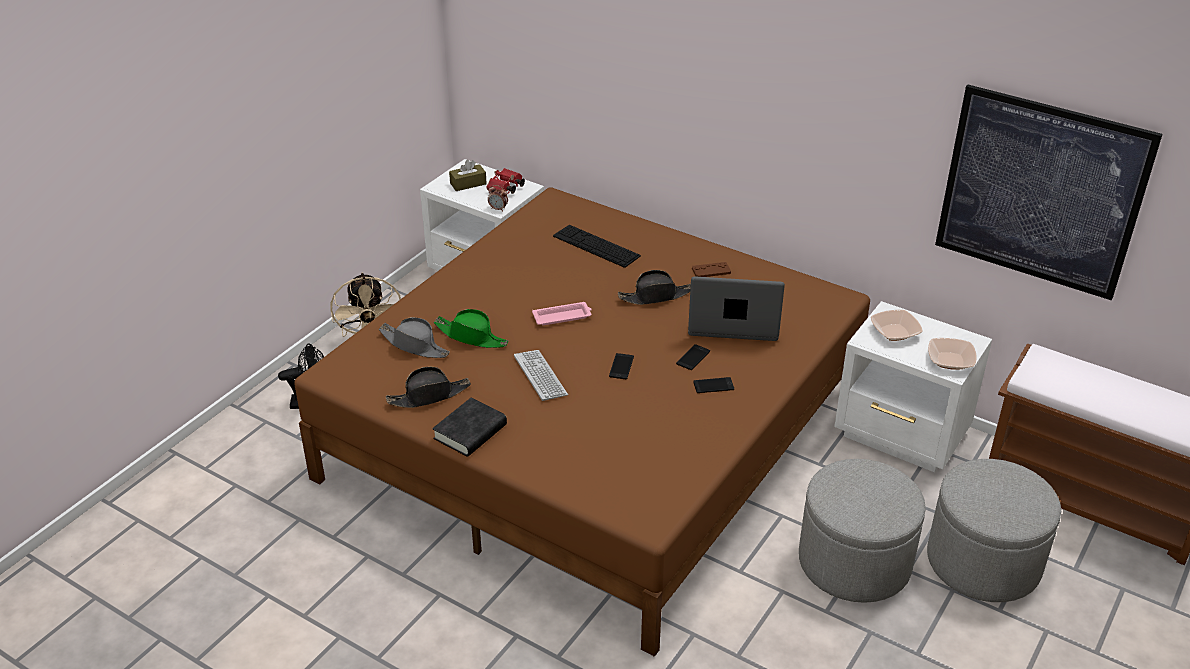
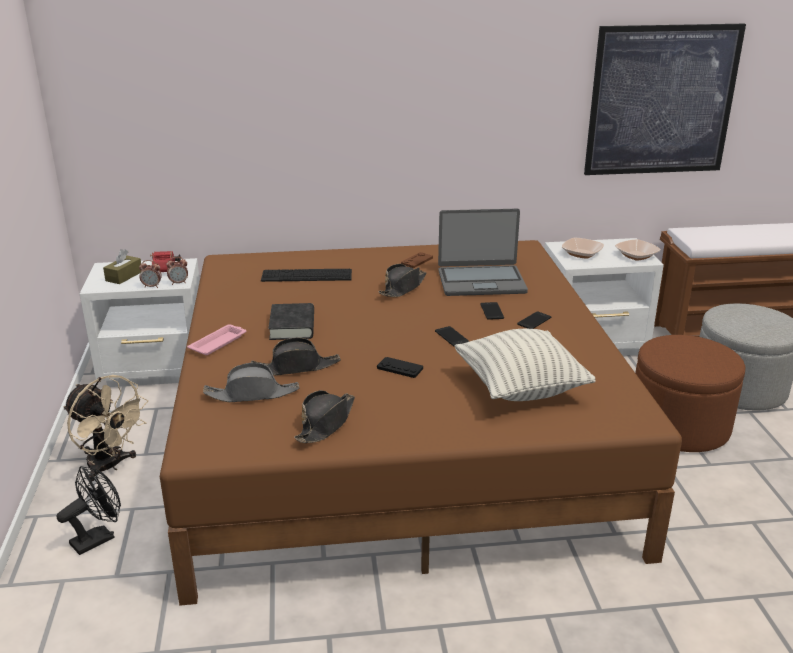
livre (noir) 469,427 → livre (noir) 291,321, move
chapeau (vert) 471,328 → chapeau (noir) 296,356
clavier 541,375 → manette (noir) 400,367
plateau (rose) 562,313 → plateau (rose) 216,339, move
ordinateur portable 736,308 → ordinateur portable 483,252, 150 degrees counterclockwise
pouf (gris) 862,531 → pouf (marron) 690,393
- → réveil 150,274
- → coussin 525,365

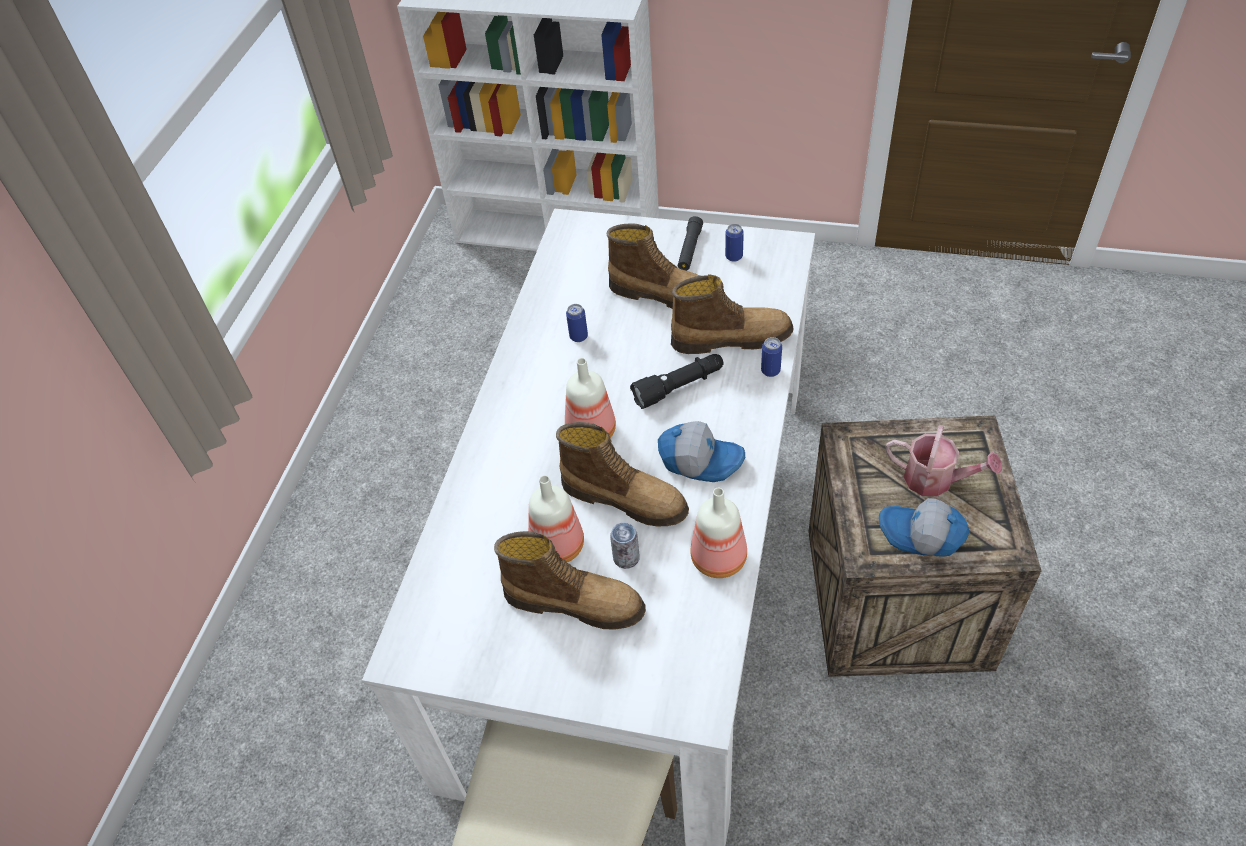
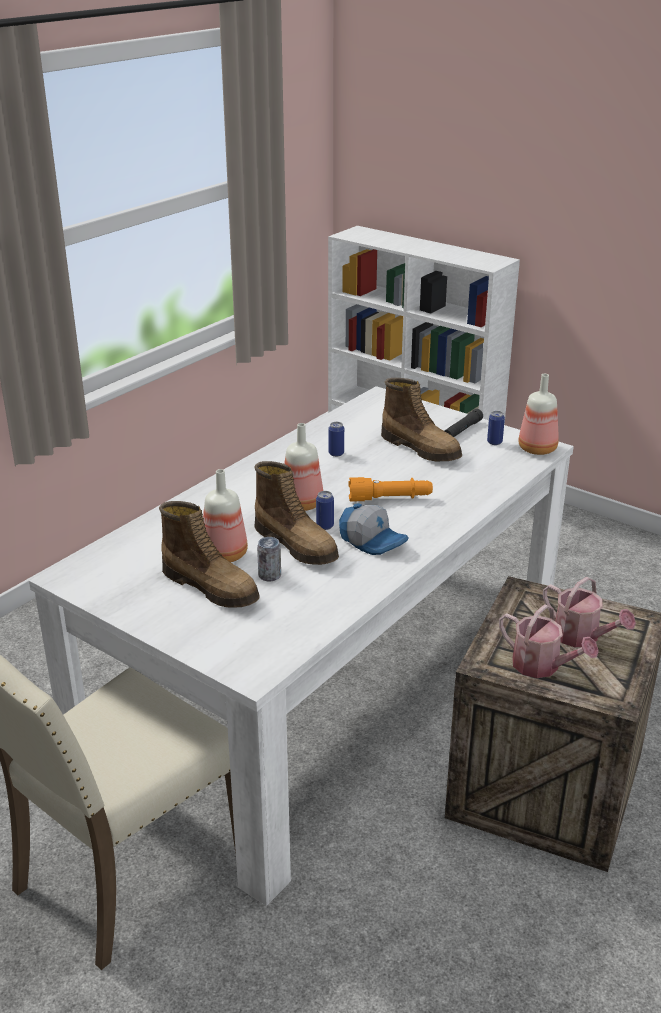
lampe de poche (noir) 677,381 → lampe de poche (orange) 391,489
botte 732,314 → -
bouteille 718,533 → bouteille 538,414, move
boîte métallique 771,357 → boîte métallique 325,510, move
casquette 924,527 → arrosoir 549,641

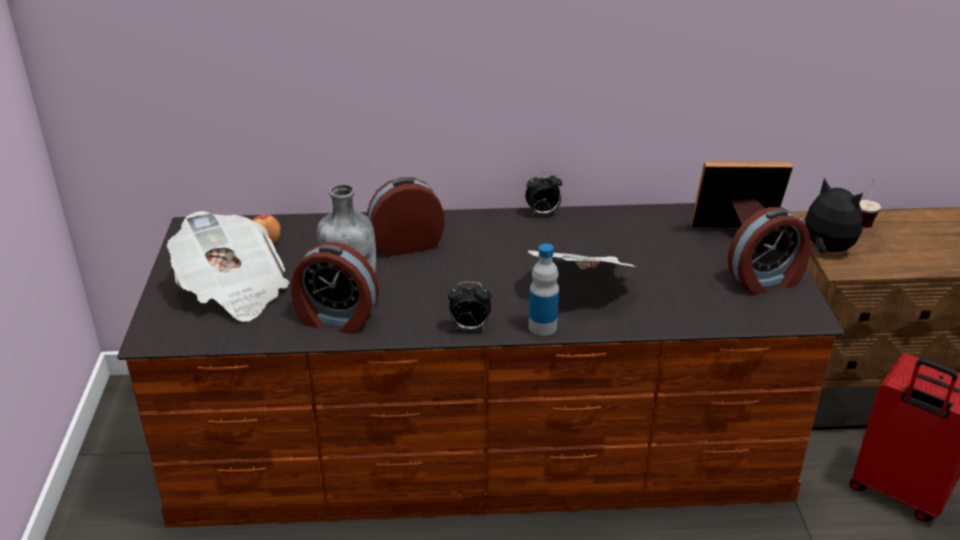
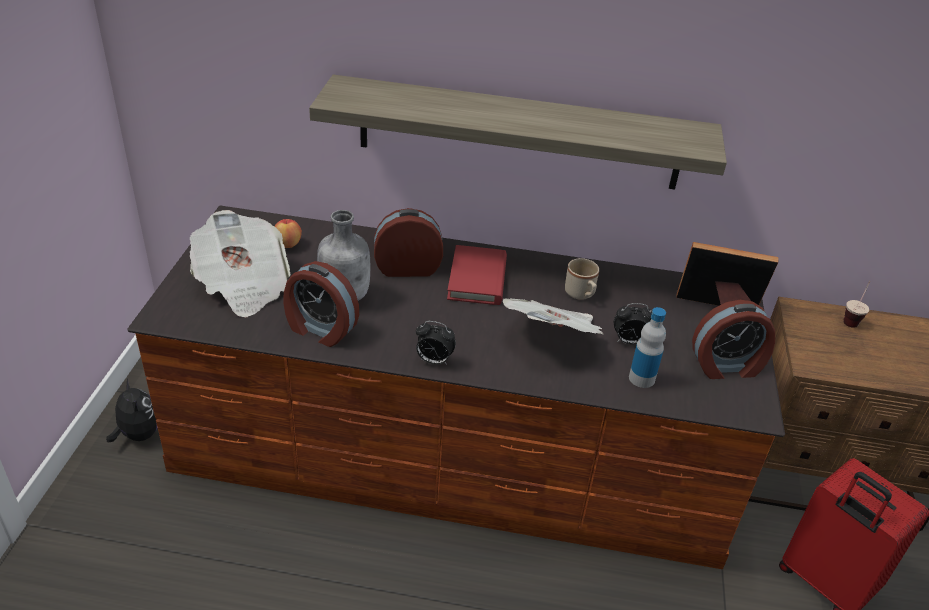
réveil 543,193 → réveil 633,323, move
bouteille 544,290 → bouteille 647,347, move
peluche 831,215 → peluche 131,410, move
- → étagère 518,132
- → livre (rouge) 477,275
- → mug (beige) 582,279

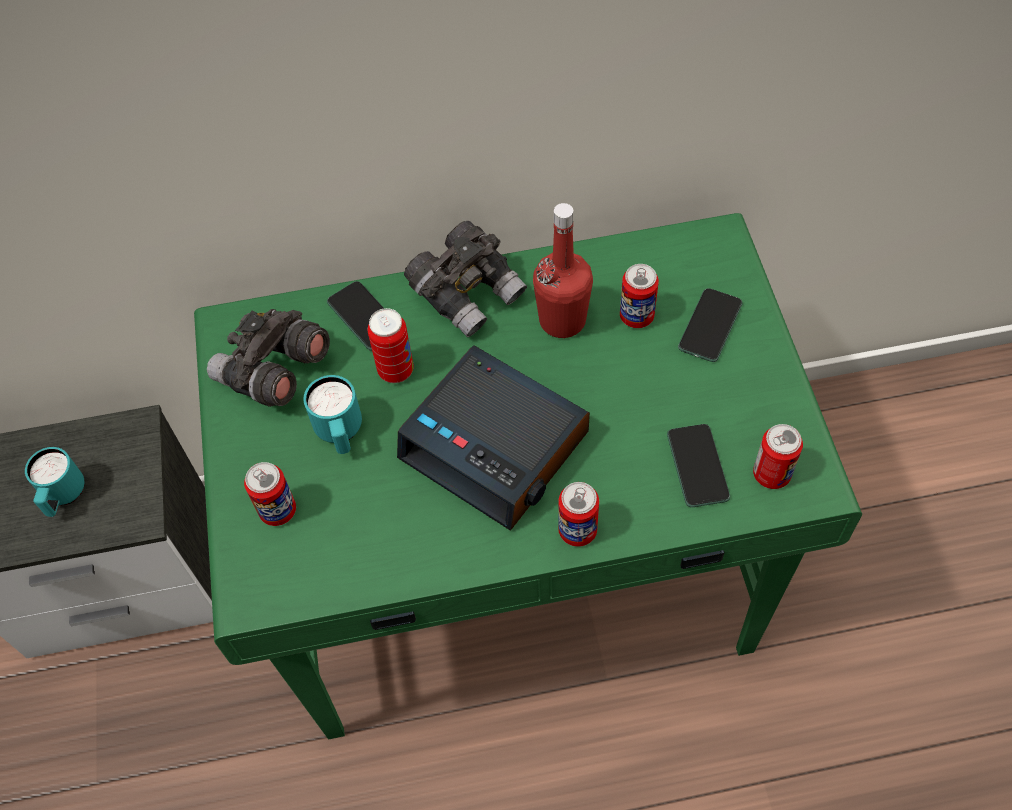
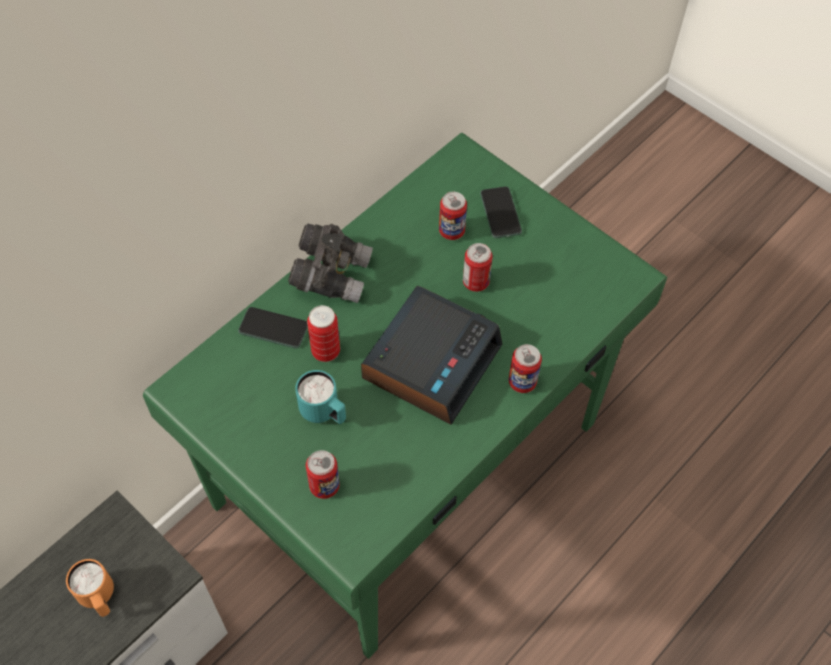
mug (turquoise) 54,482 → mug (orange) 90,588
jumelles (gris) 268,358 → -
réveil 493,438 → réveil 431,355, 60 degrees counterclockwise
bouteille (rouge) 563,270 → -
téléphone 698,465 → -
boîte métallique 778,456 → boîte métallique 478,267, move

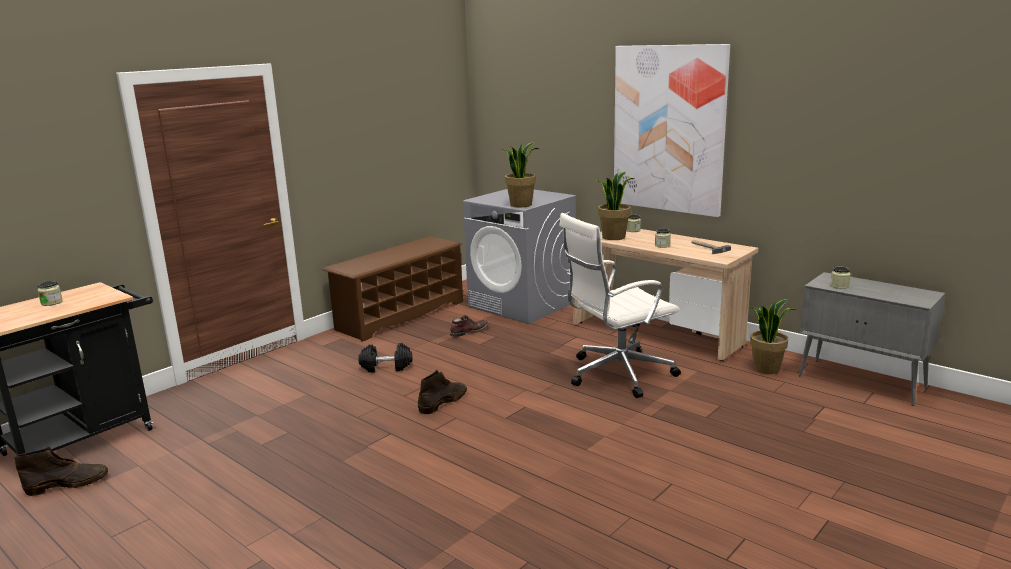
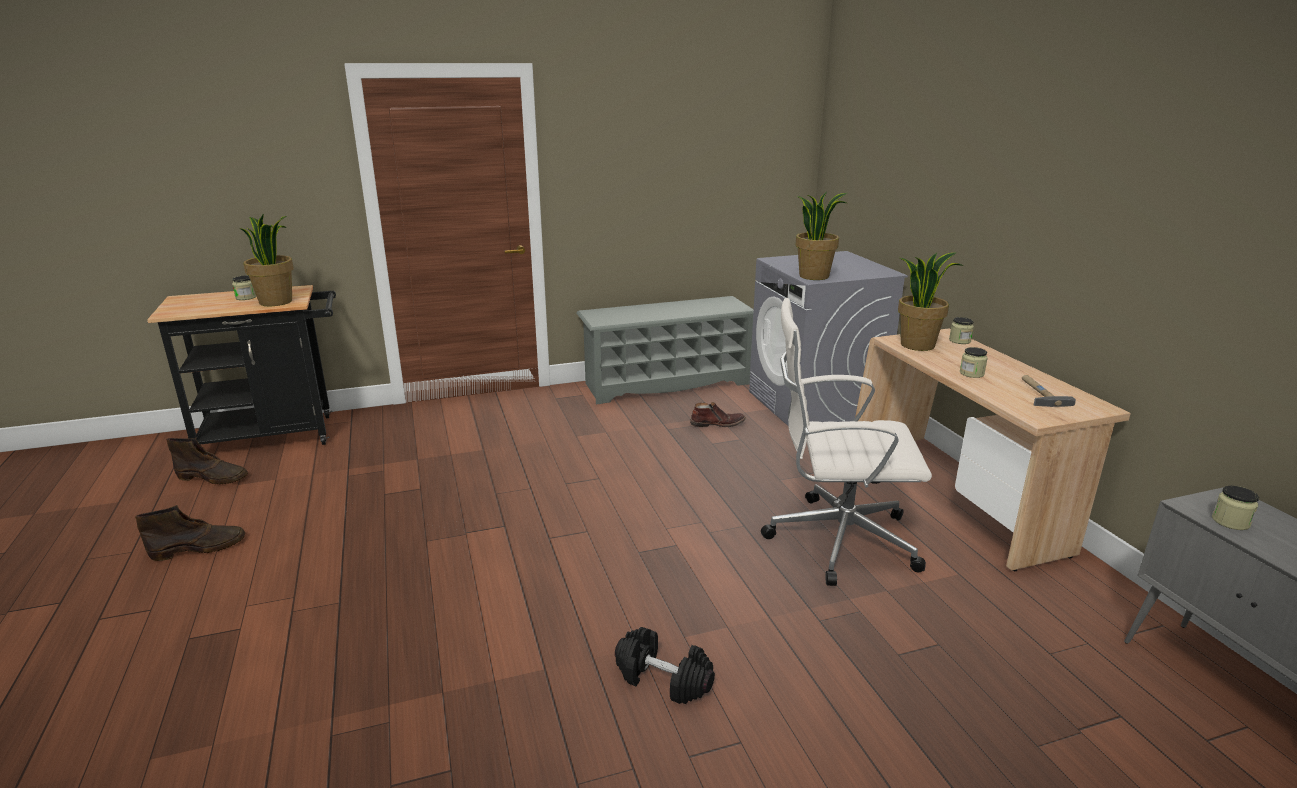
étagère à chaussures (marron) 392,289 → étagère à chaussures (gris) 665,350
haltère (noir) 385,358 → haltère (noir) 665,665, move
botte (marron) 442,391 → botte (marron) 190,533, move
tableau 672,130 → -
plante en pot 772,336 → plante en pot 266,260, move

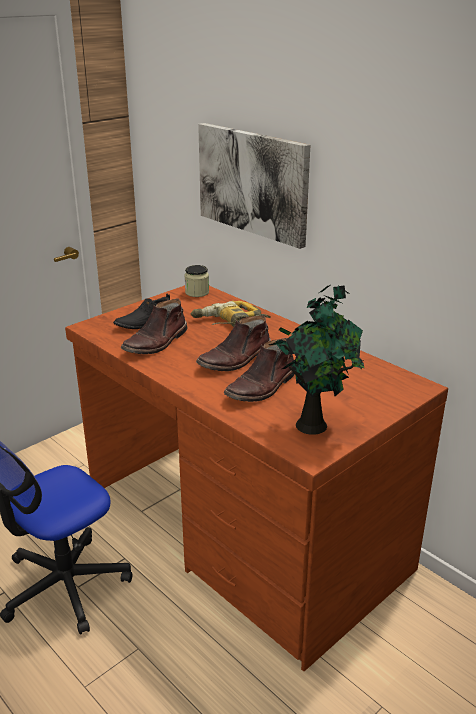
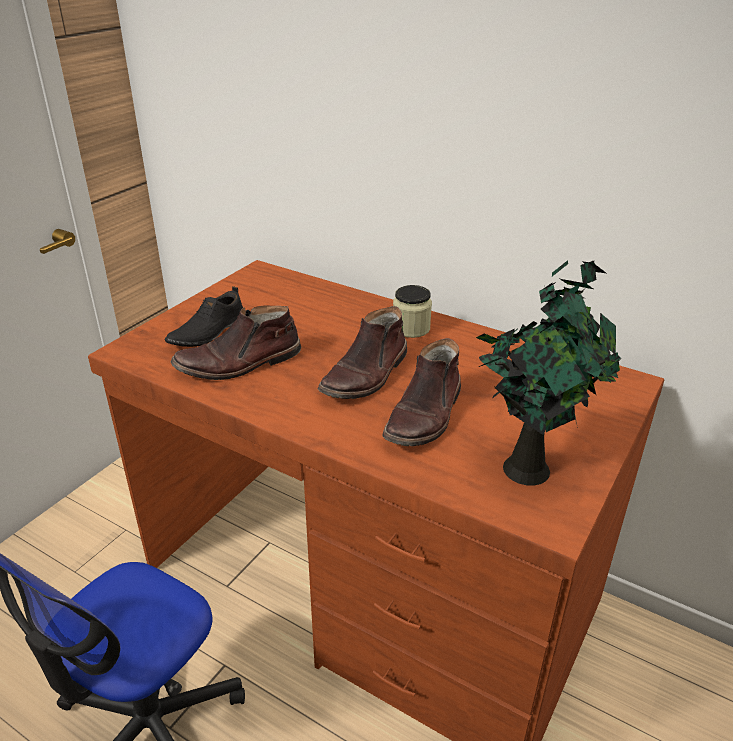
botte (marron) 154,326 → botte (marron) 236,343, 45 degrees clockwise
bocal 196,281 → bocal 412,311, move
perceuse 231,314 → -
tableau 254,186 → -

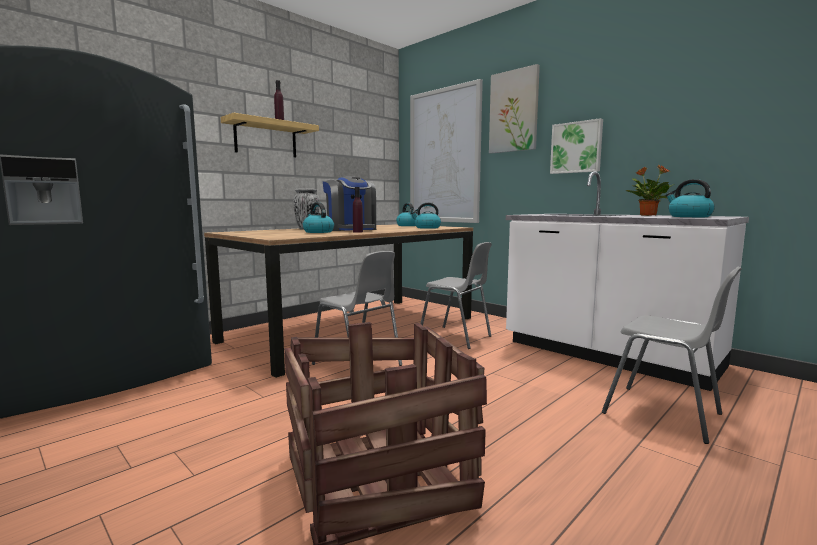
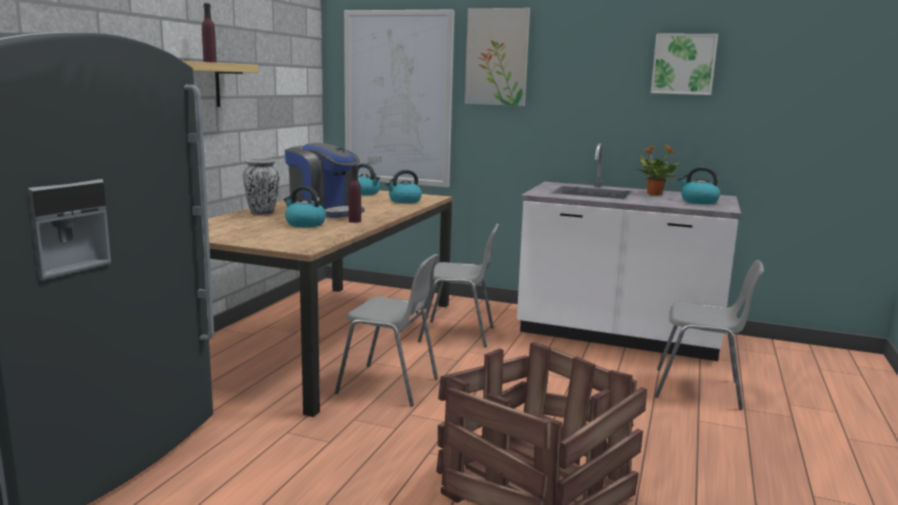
tableau 576,146 → tableau 684,64, move

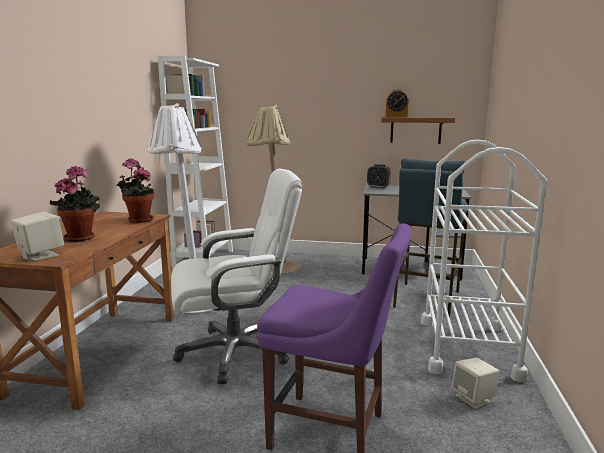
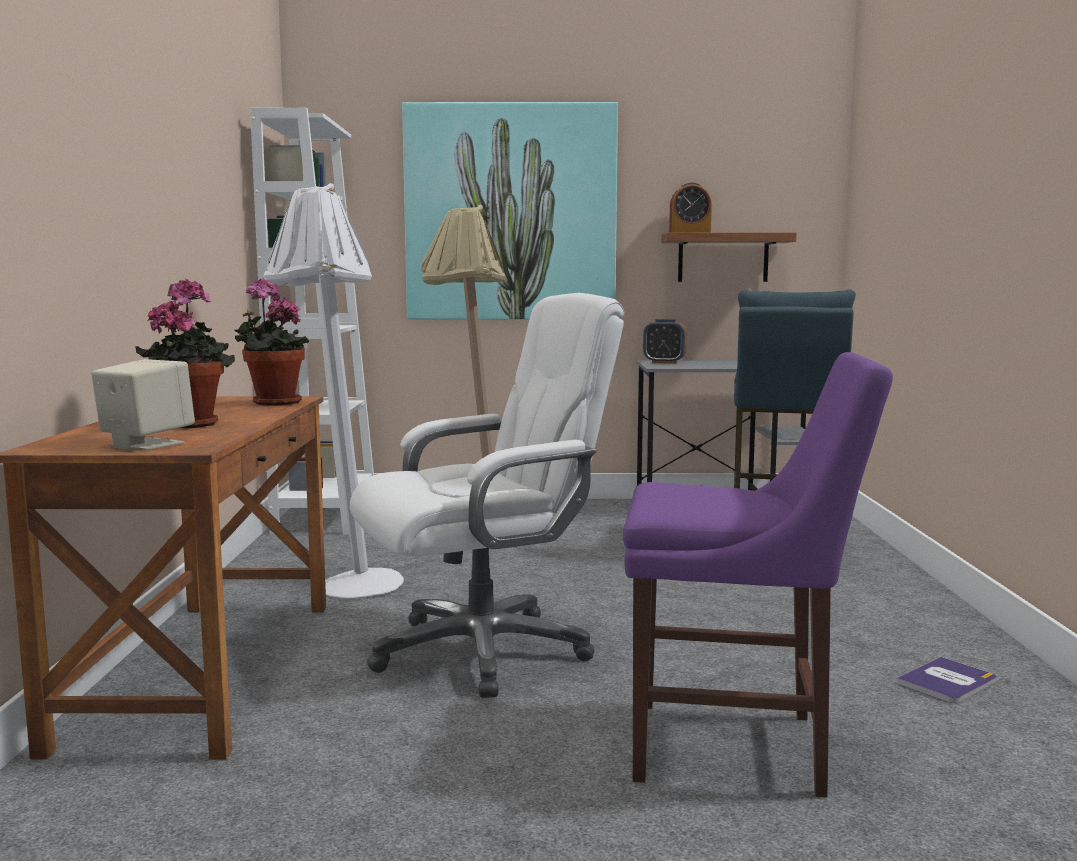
chariot (blanc) 484,260 → -
enceinte (beige) 475,383 → livre 946,680
- → tableau 510,210

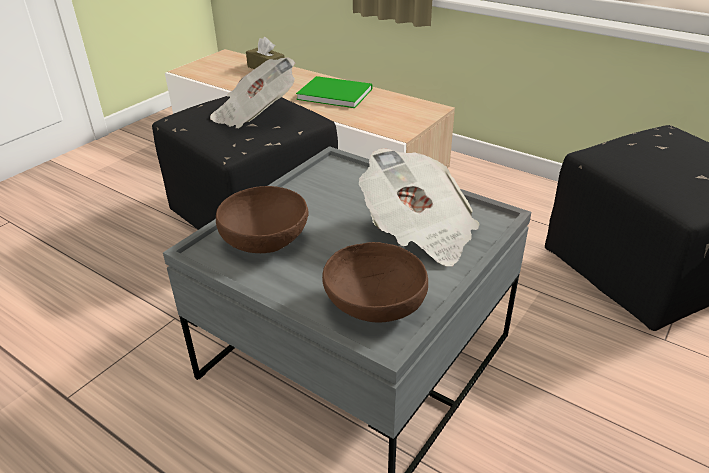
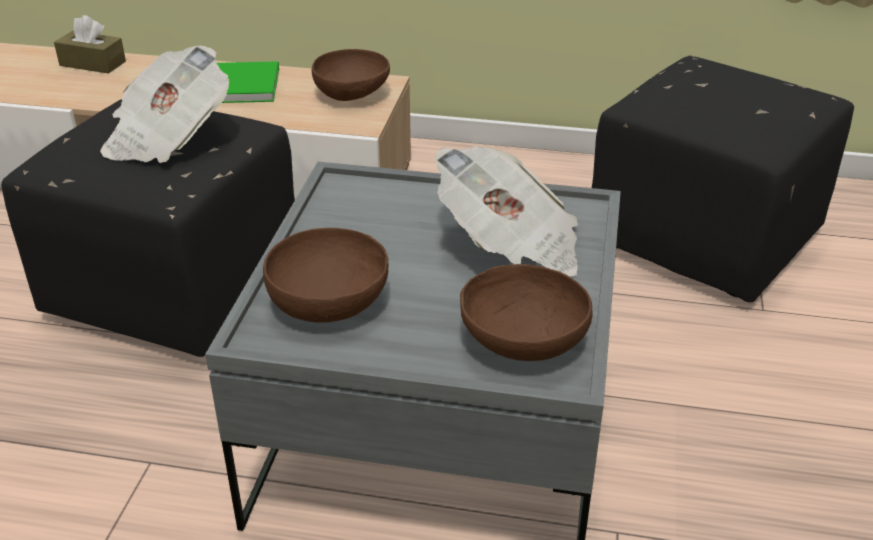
- → bol (marron) 351,75

